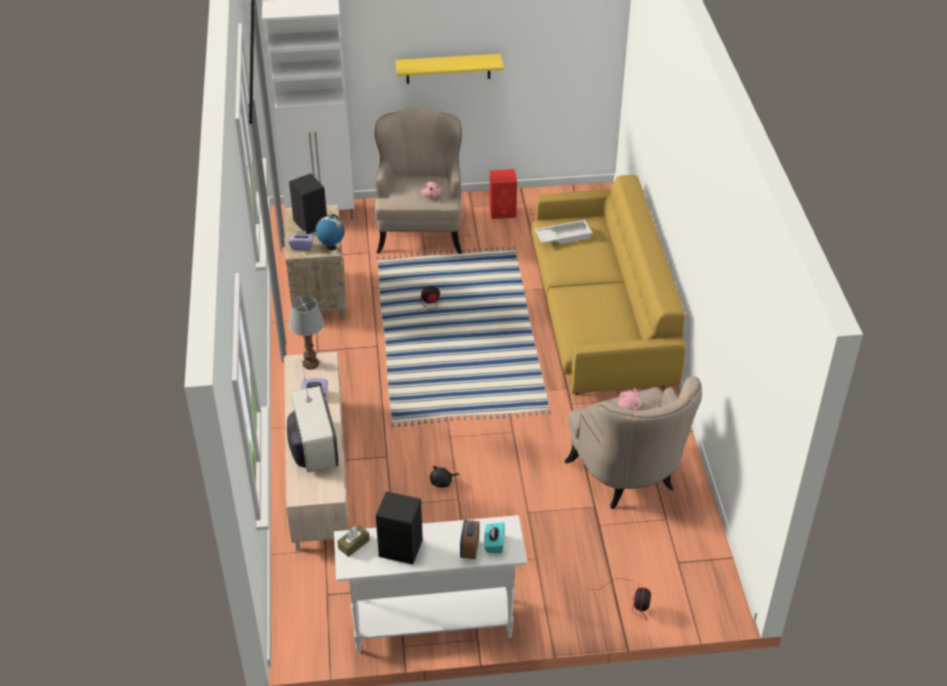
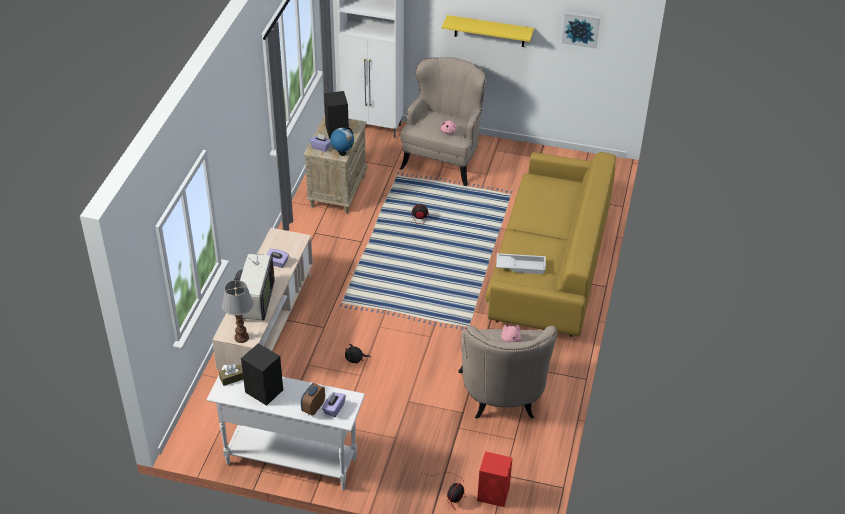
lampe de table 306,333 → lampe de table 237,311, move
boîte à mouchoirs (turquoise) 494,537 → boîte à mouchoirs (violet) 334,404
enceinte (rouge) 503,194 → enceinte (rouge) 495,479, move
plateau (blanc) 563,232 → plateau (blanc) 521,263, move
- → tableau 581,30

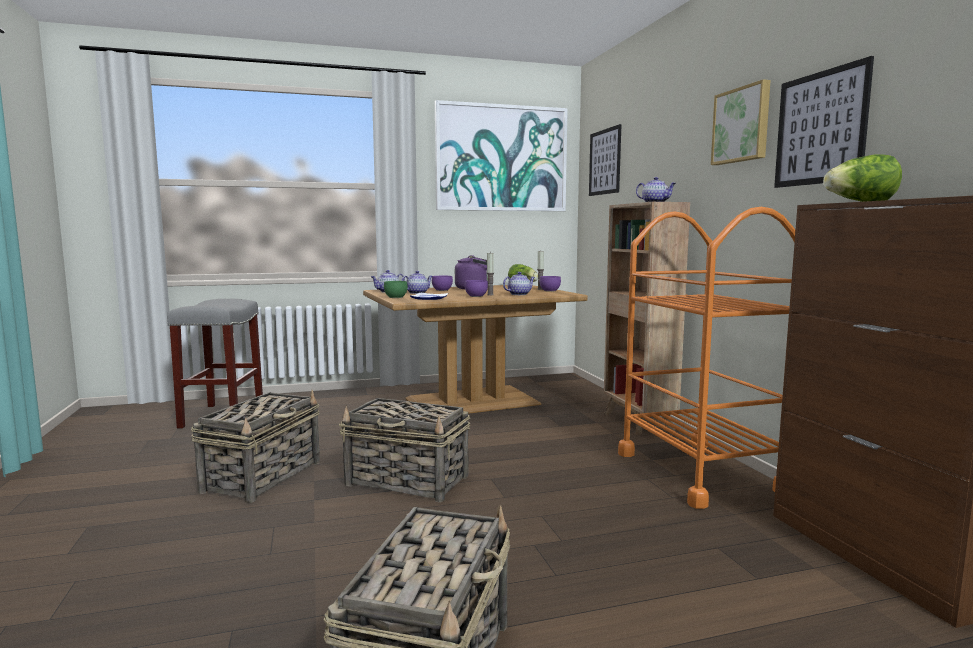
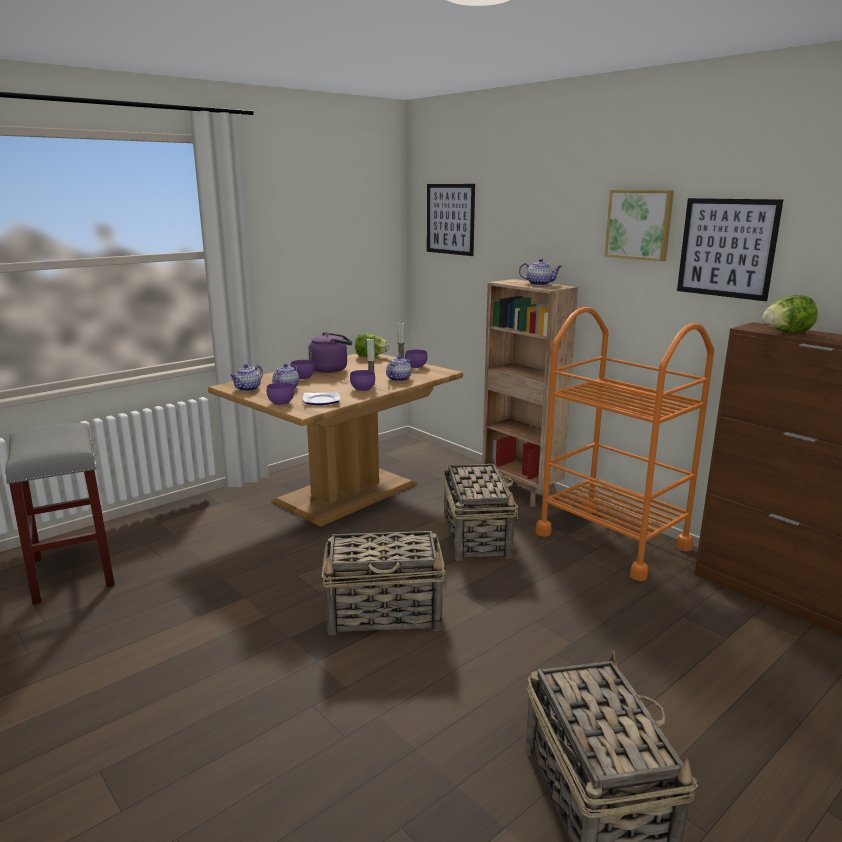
panier 255,446 → panier 481,509, move
bol (vert) 396,289 → bol (violet) 280,393
tableau 501,155 → -

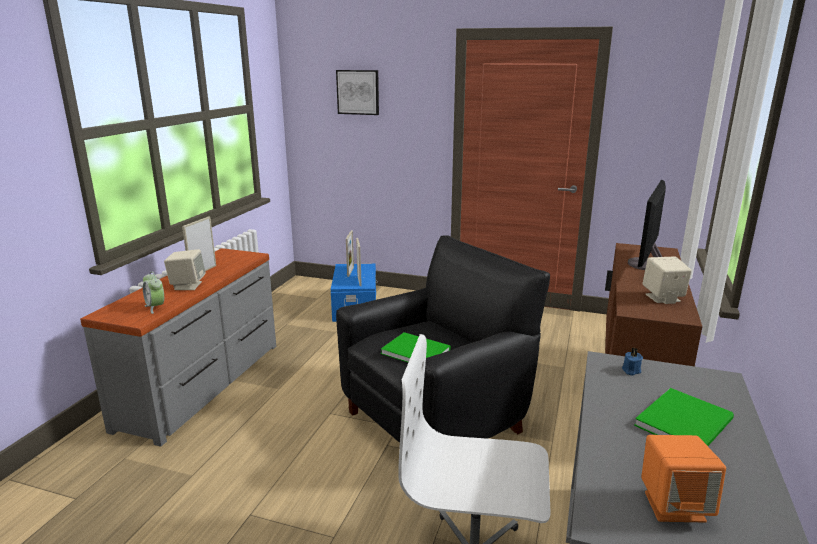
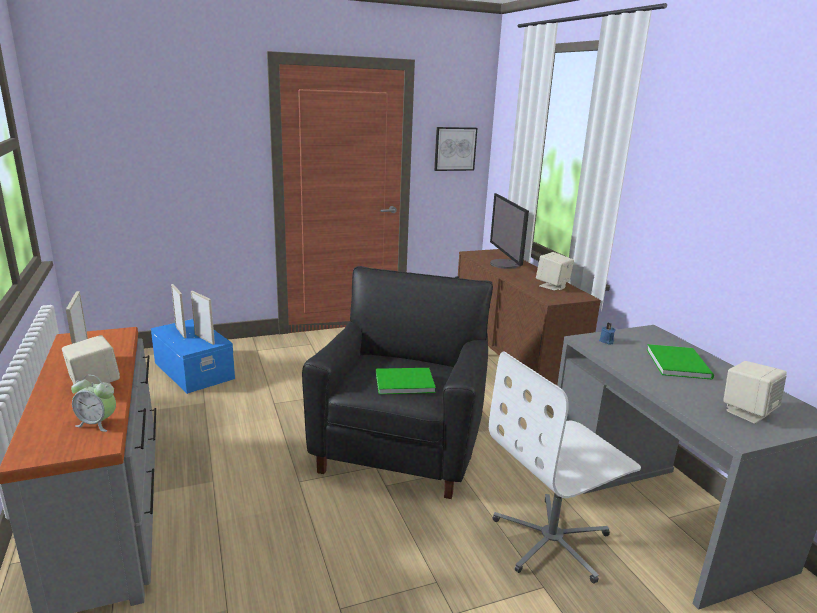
tableau 357,92 → tableau 455,149, move
enceinte (orange) 683,478 → enceinte (beige) 755,392

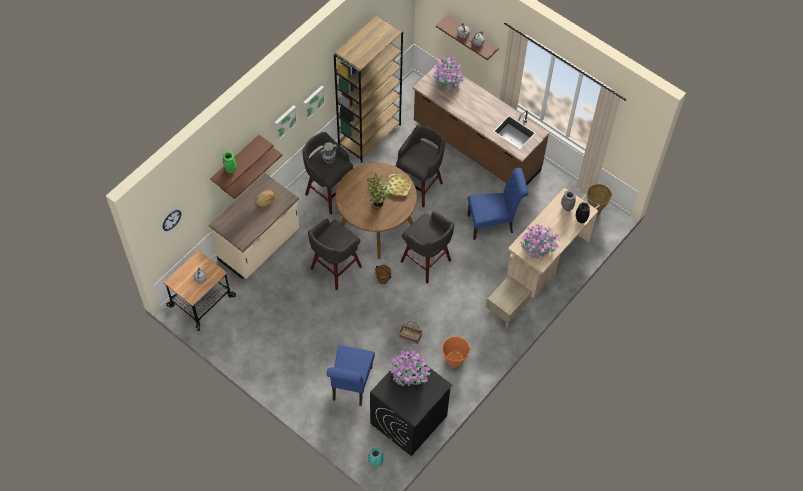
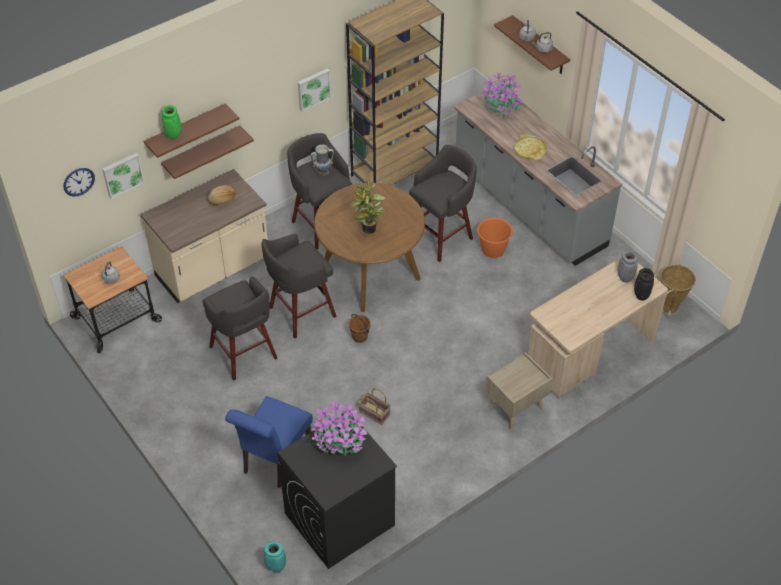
tableau 285,122 → tableau 123,176, move
plateau (jaune) 399,185 → plateau (jaune) 530,147, move
tabouret (gris) 427,247 → tabouret (gris) 240,329, move
comptoir de cuisine (marron) 481,123 → comptoir de cuisine (gris) 538,176
seau (orange) 456,351 → seau (orange) 495,238, move
chaise (bleu) 498,204 → -
plante en pot 539,241 → -

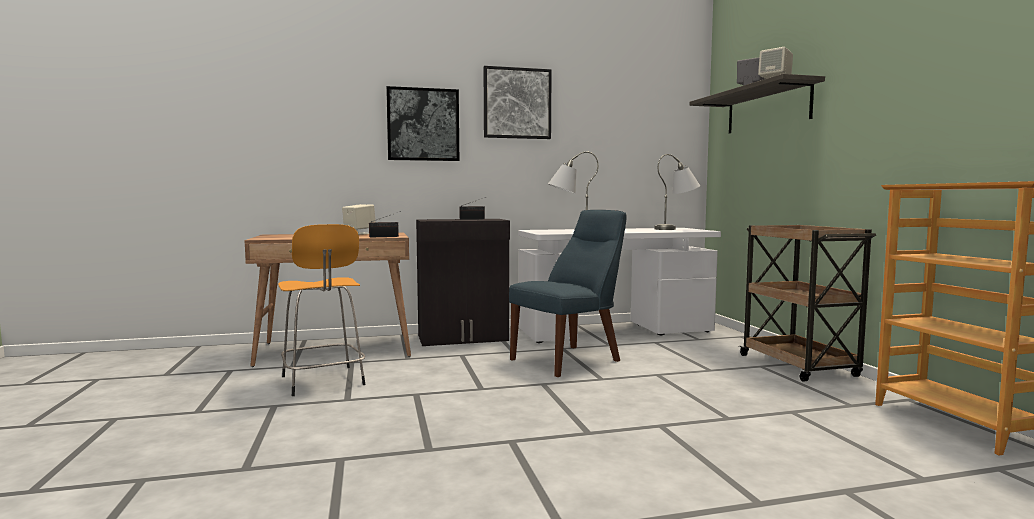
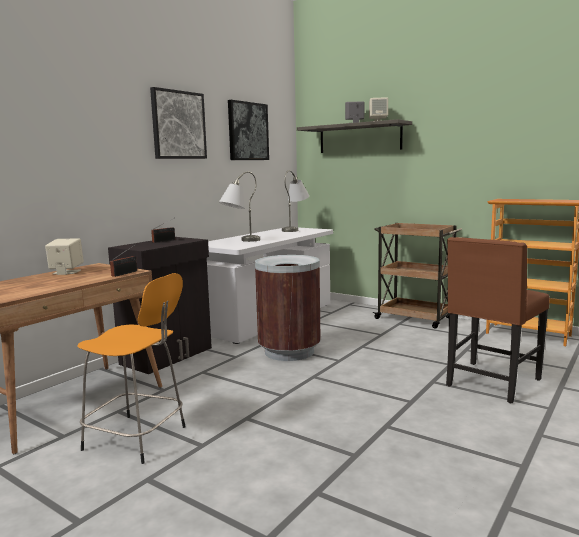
tableau 422,123 → tableau 248,130, move
chaise (bleu) 567,293 → poubelle (marron) 288,308
- → chaise (marron) 498,320

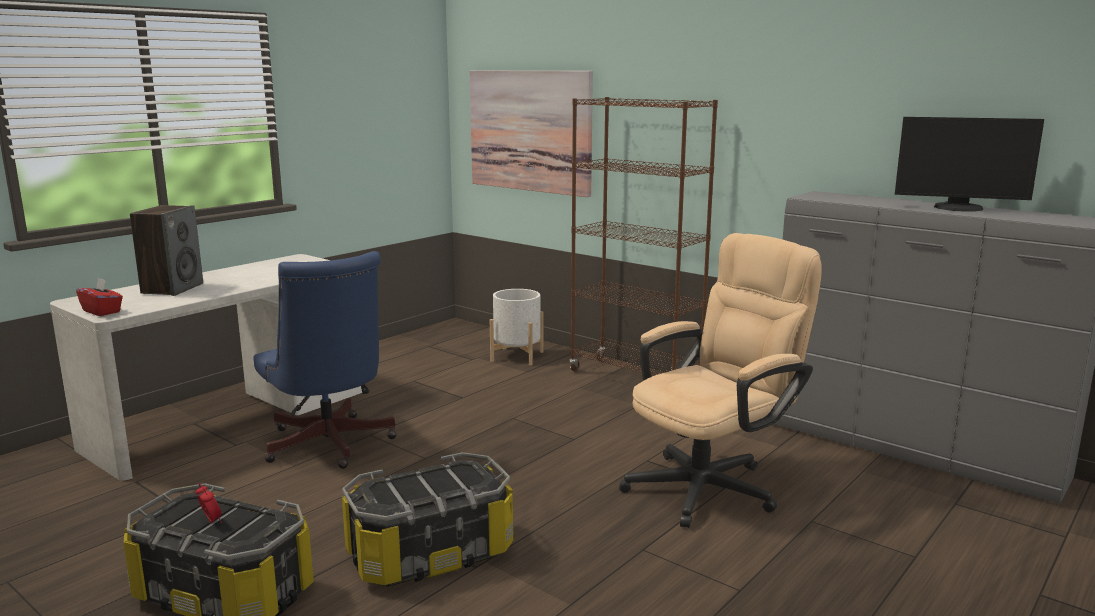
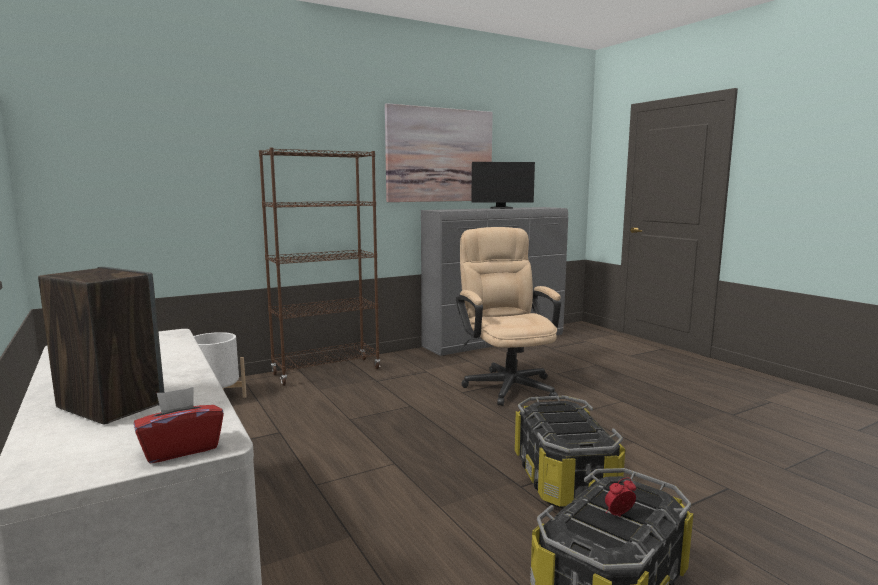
chaise de bureau (bleu) 325,360 → -
tableau 531,134 → tableau 439,152, move
écran d'ordinateur 969,164 → écran d'ordinateur 503,185, 45 degrees clockwise

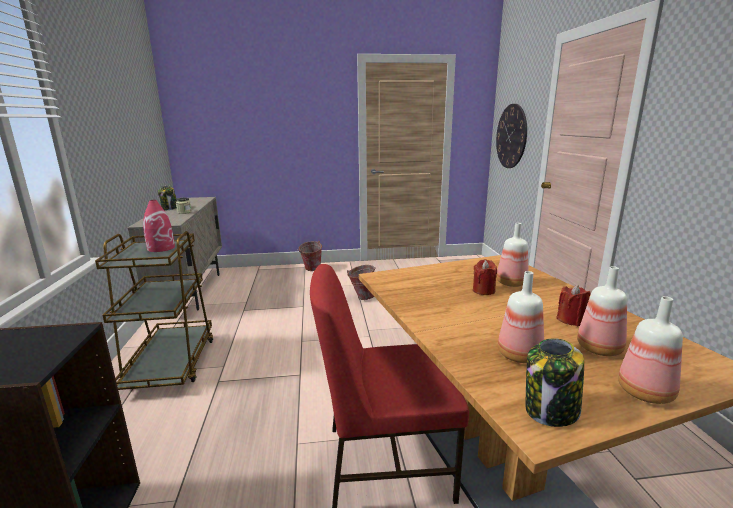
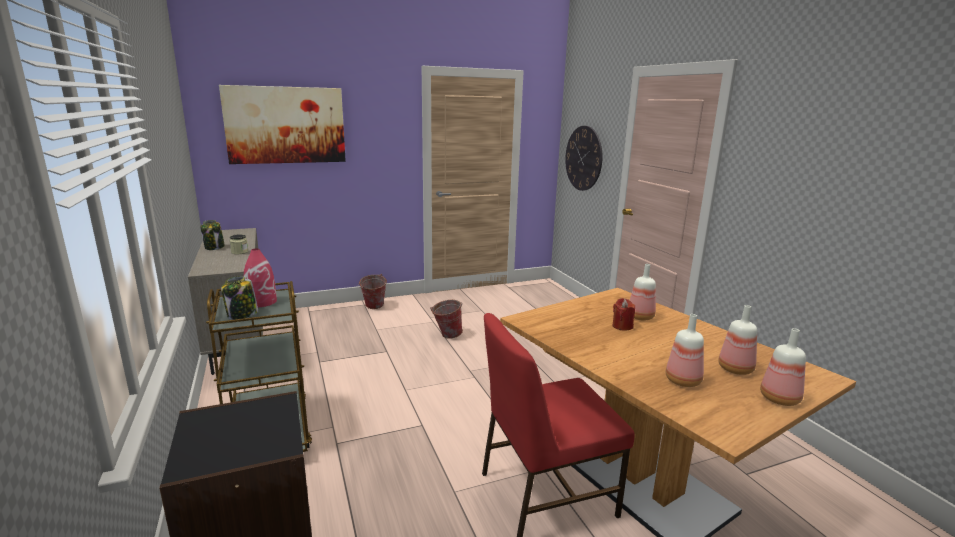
bocal 555,382 → bocal 239,298, move
bougie (rouge) 573,305 → -
- → tableau 282,124

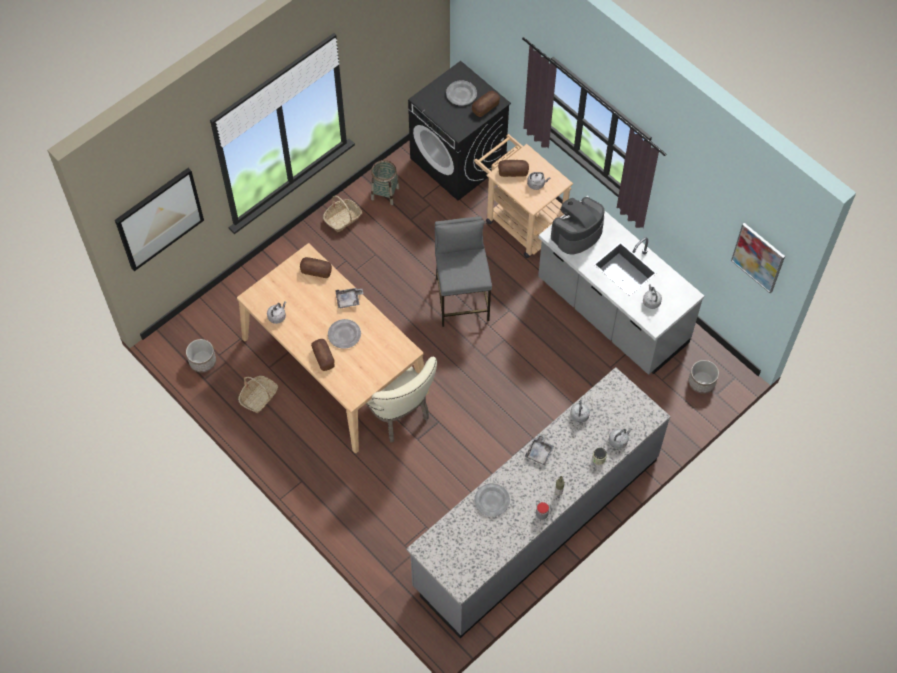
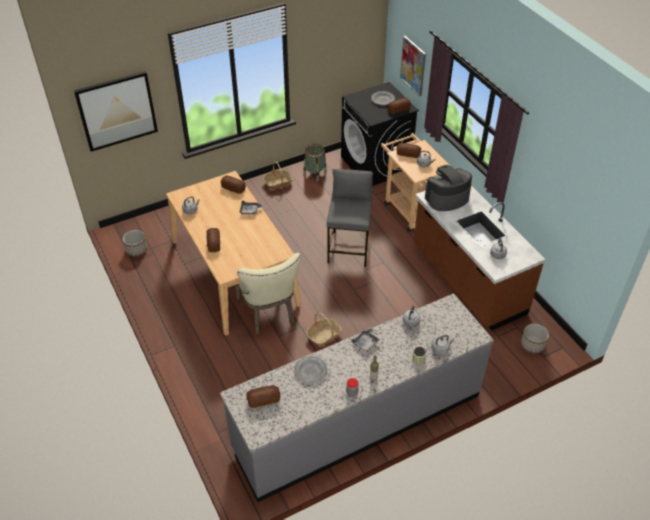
panier 258,394 → panier 324,330, move
assiette (gris) 344,334 → -
comptoir de cuisine (gris) 621,285 → comptoir de cuisine (marron) 480,257
tableau 758,258 → tableau 413,66, move
- → pain 263,396

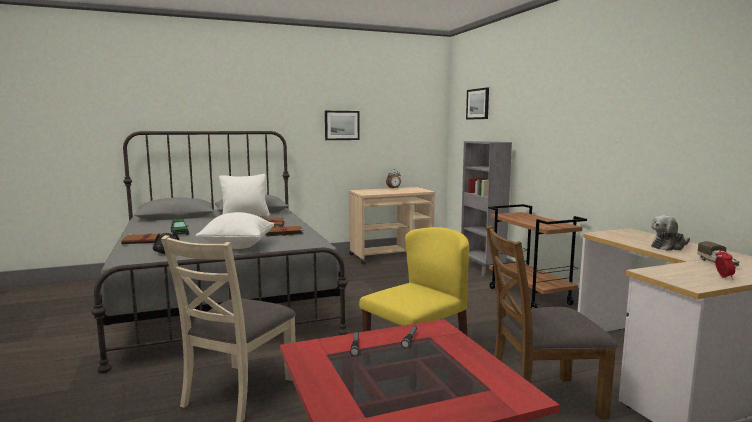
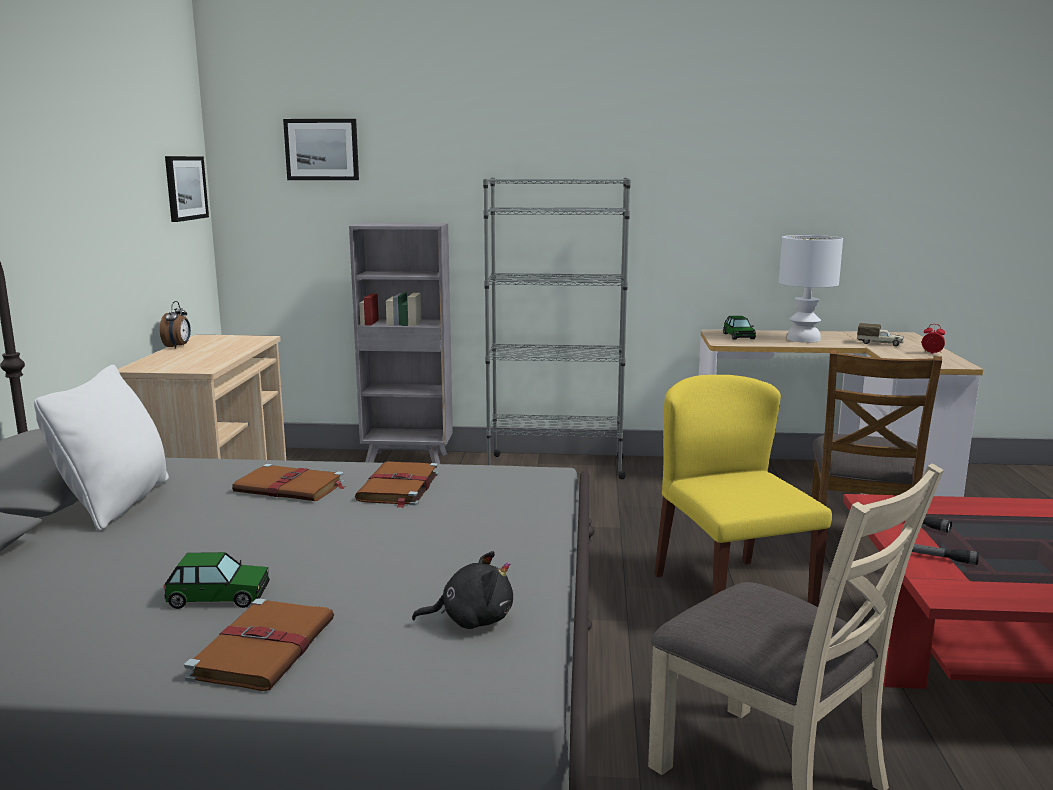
coussin (blanc) 235,230 → -
tableau 342,125 → tableau 187,189, move
chariot (marron) 537,256 → bibliothèque (gris) 557,328
peluche 670,233 → lampe de table (blanc) 811,289
- → petite voiture 739,328

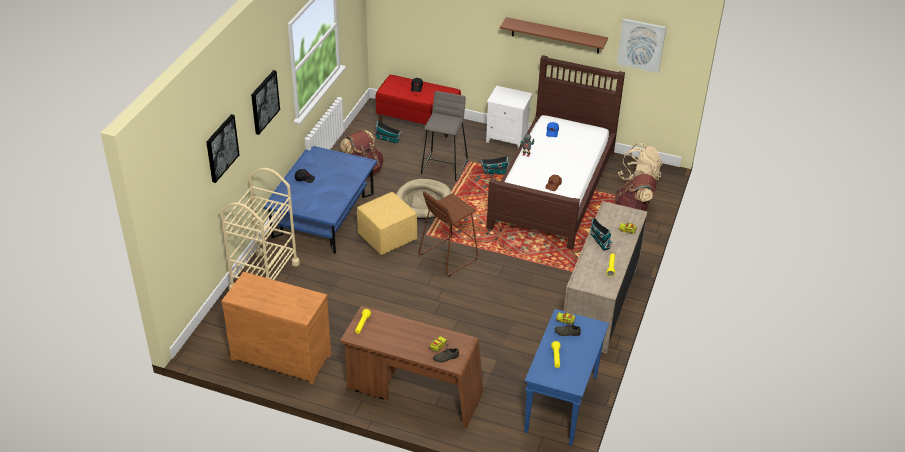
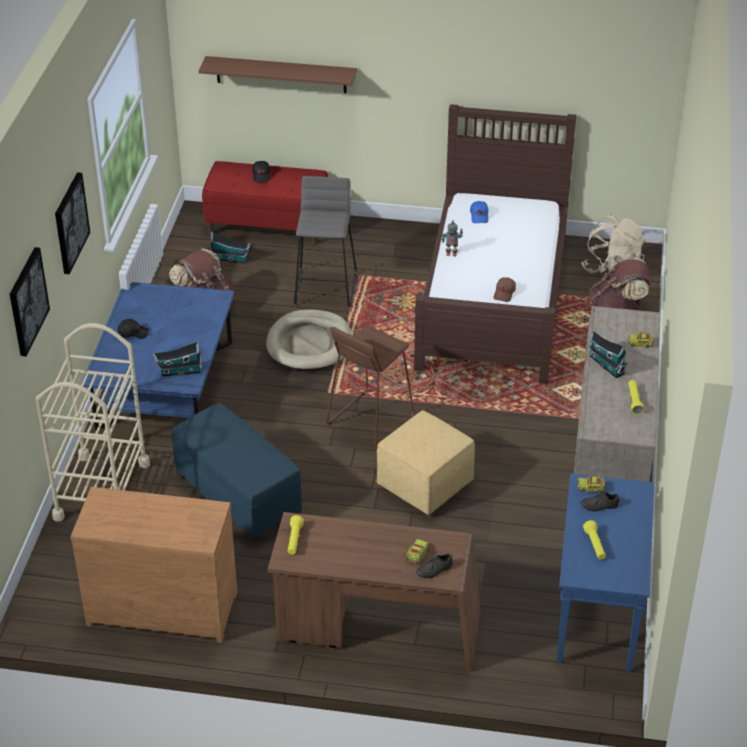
pouf (jaune) 387,223 → pouf (jaune) 426,462, move
maison miniature 495,165 → maison miniature 177,359, move
table de chevet (blanc) 509,117 → -
étagère (marron) 554,35 → étagère (marron) 278,74, move
tableau 641,46 → -
- → pouf (bleu) 236,472

